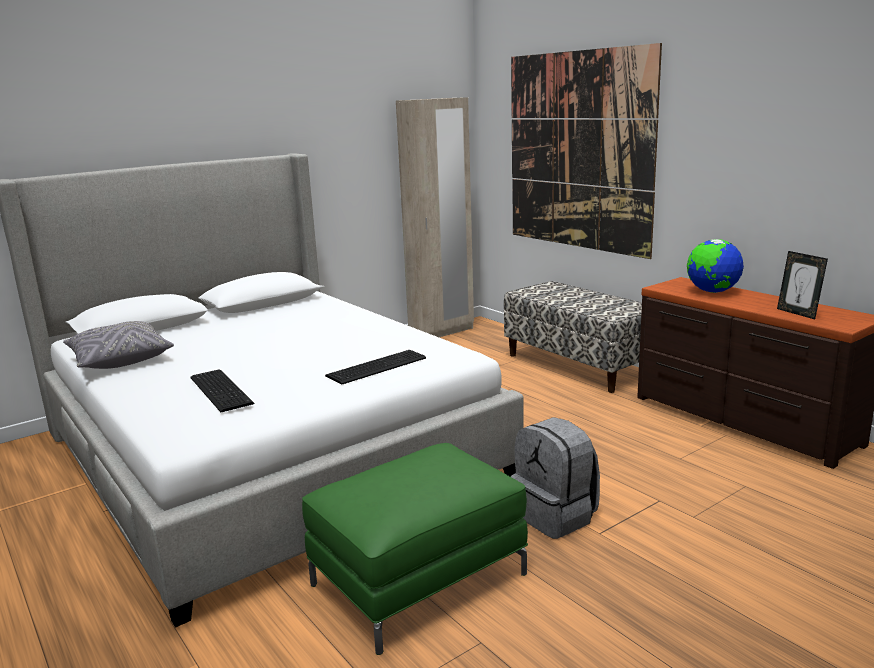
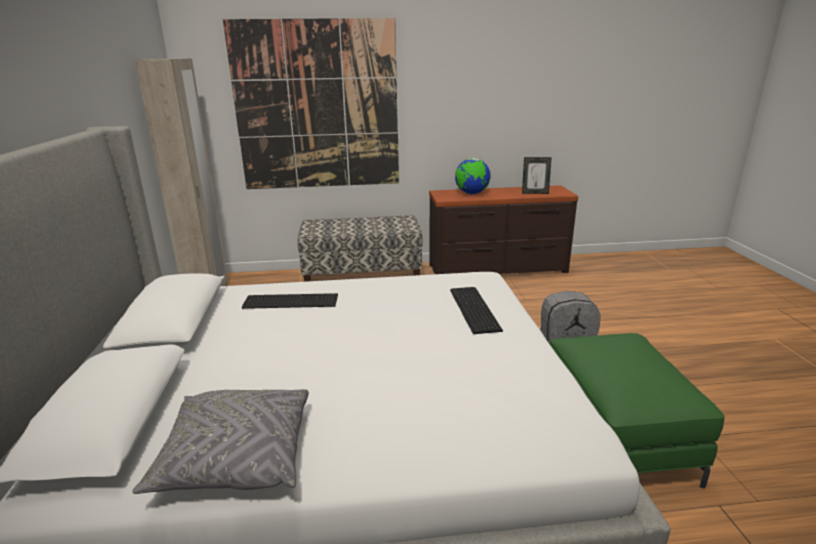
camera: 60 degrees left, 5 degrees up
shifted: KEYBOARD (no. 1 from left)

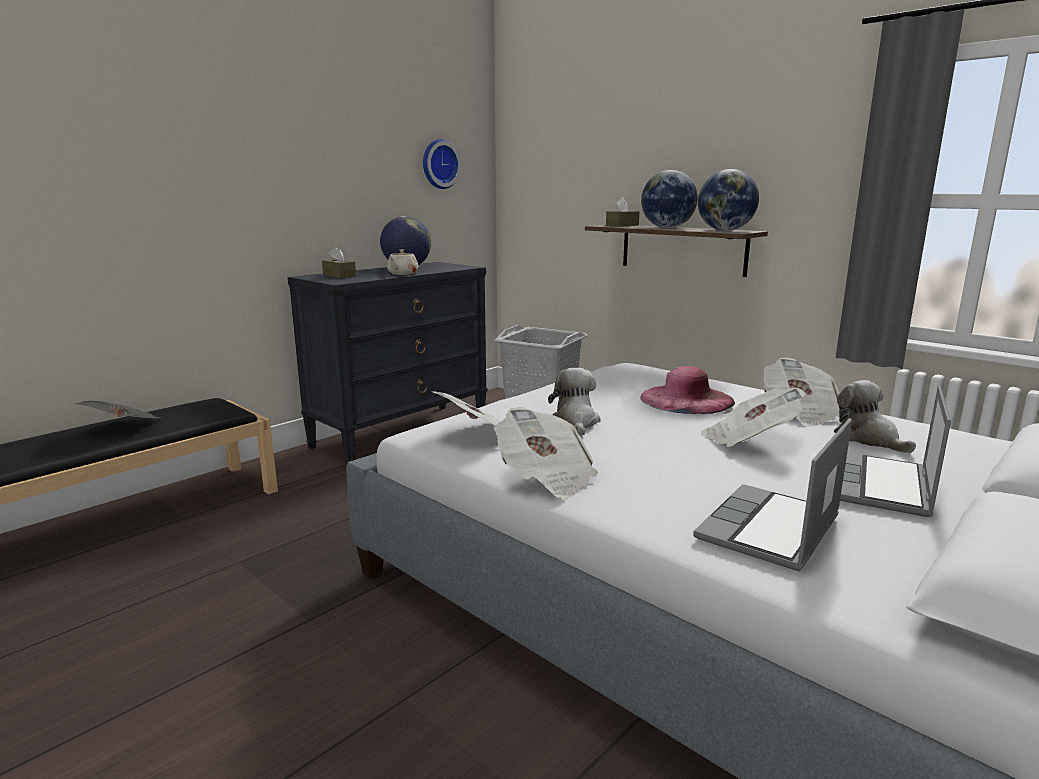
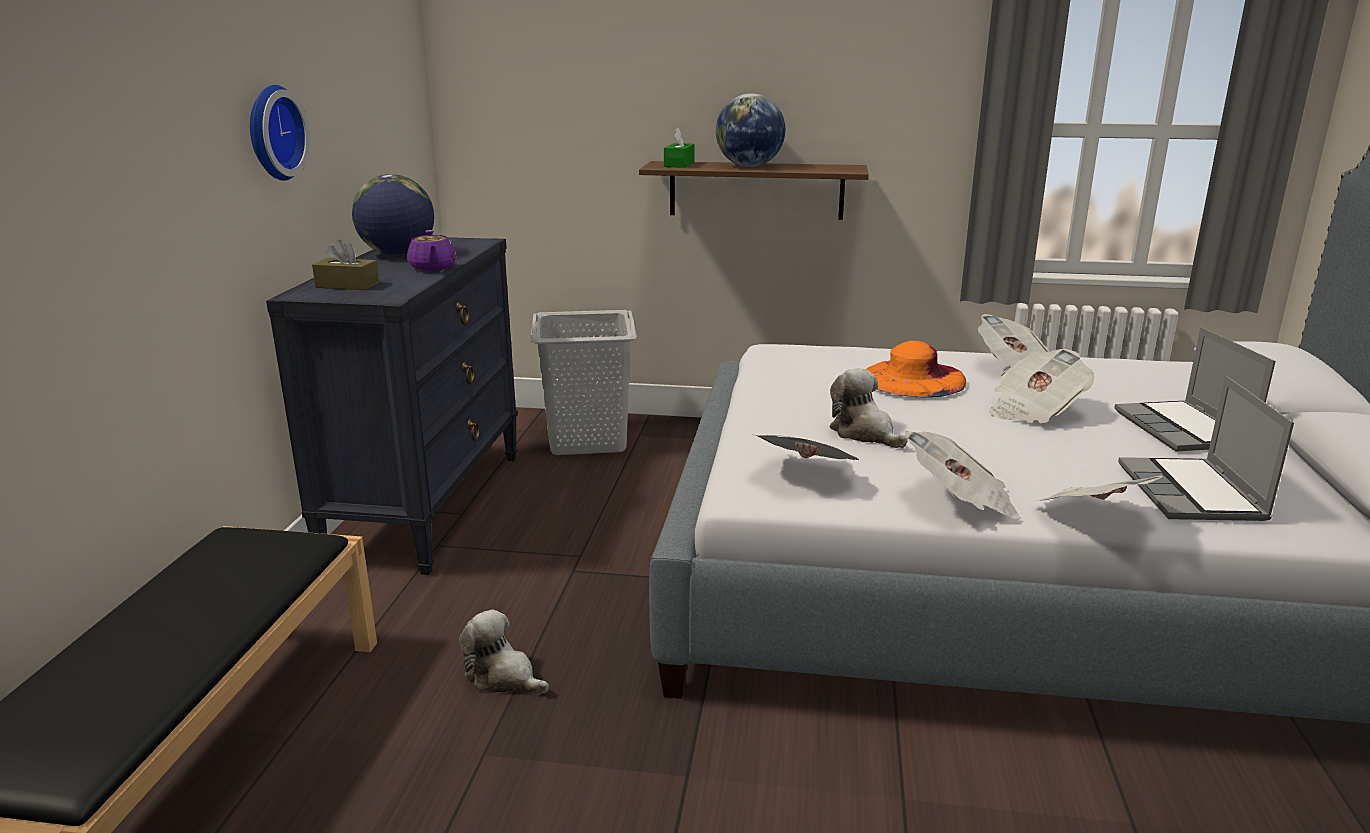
camera: 35 degrees left, 5 degrees up
gone: GLOBE (no. 3 from left)
shifted: WALL CLOCK; PLUSH TOY (no. 2 from left in the first image) to PLUSH TOY (no. 1 from left); NEWSPAPER (no. 1 from left in the first image) to NEWSPAPER (no. 5 from left)
repainted: BEIGE TEAPOT to PURPLE TEAPOT; BROWN TISSUE BOX (no. 2 from left) to GREEN TISSUE BOX; PINK HAT to ORANGE HAT

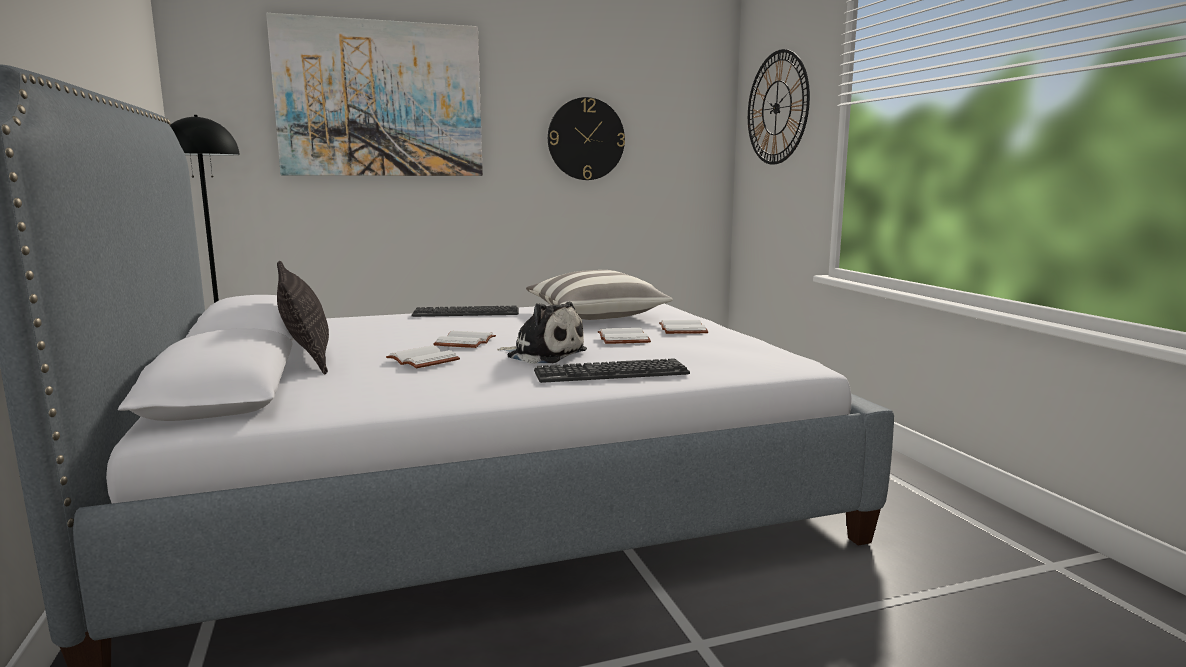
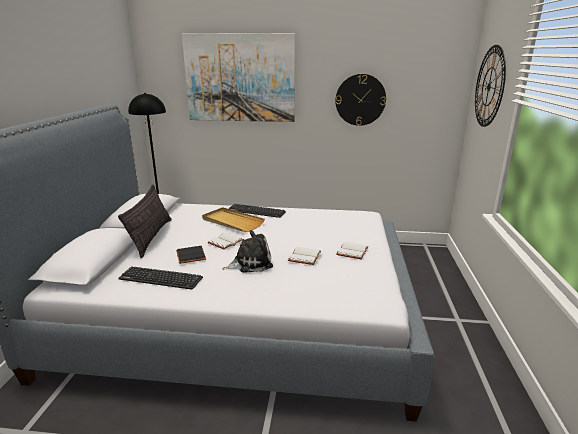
camera: 25 degrees right, 10 degrees up
gone: PILLOW (no. 2 from left)
new: BEIGE TRAY
shifted: KEYBOARD (no. 2 from left in the first image) to KEYBOARD (no. 1 from left)
repainted: WHITE BOOK (no. 1 from left) to BLACK BOOK
rotated: PLUSH TOY 75 degrees counterclockwise

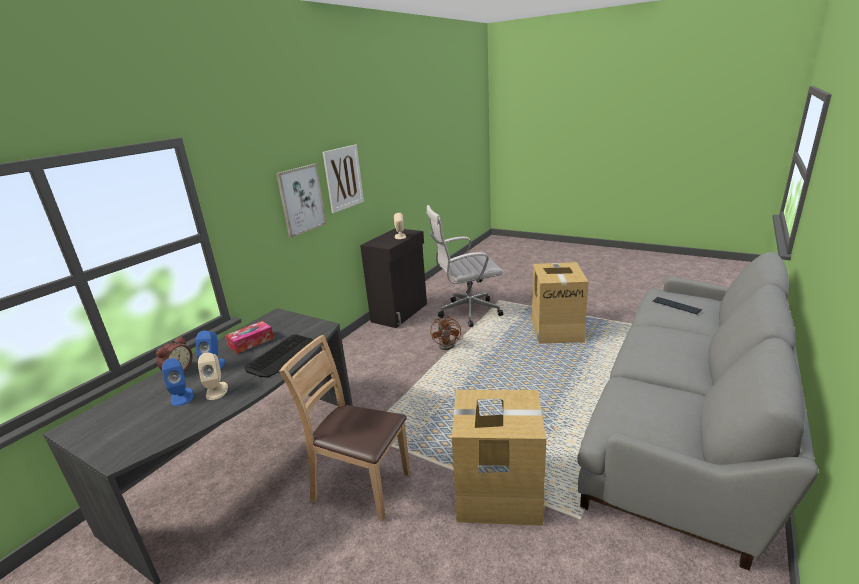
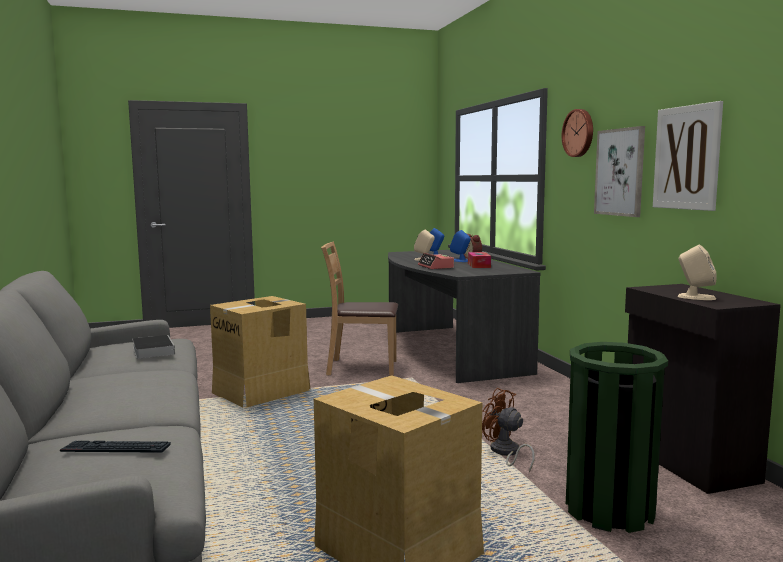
camera: 130 degrees right, 15 degrees down
new: BOOK; WALL CLOCK
swapped: KEYBOARD (no. 1 from left) to ALARM CLOCK (no. 1 from left); WHITE OFFICE CHAIR to GREEN TRASH CAN
rotated: BROWN CHAIR 150 degrees counterclockwise

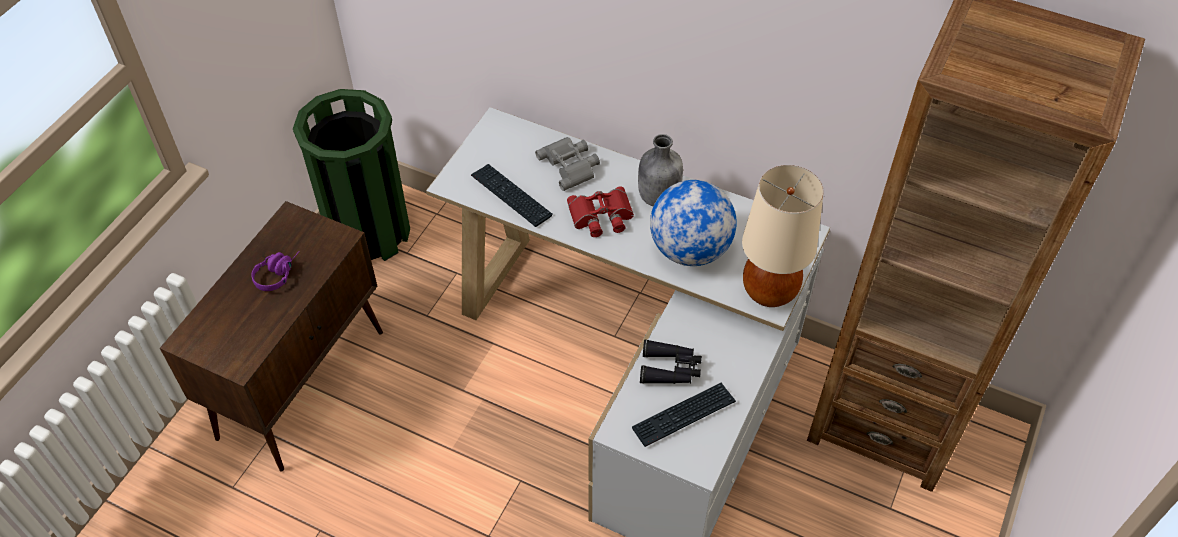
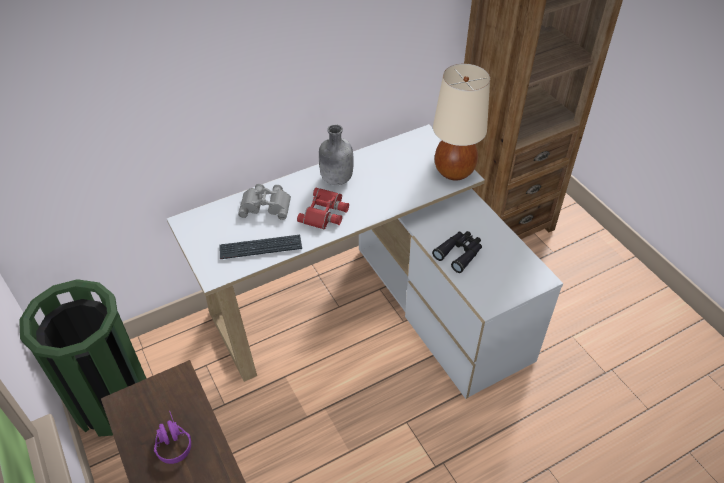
camera: 55 degrees left, 5 degrees down
gone: KEYBOARD (no. 2 from left); GLOBE

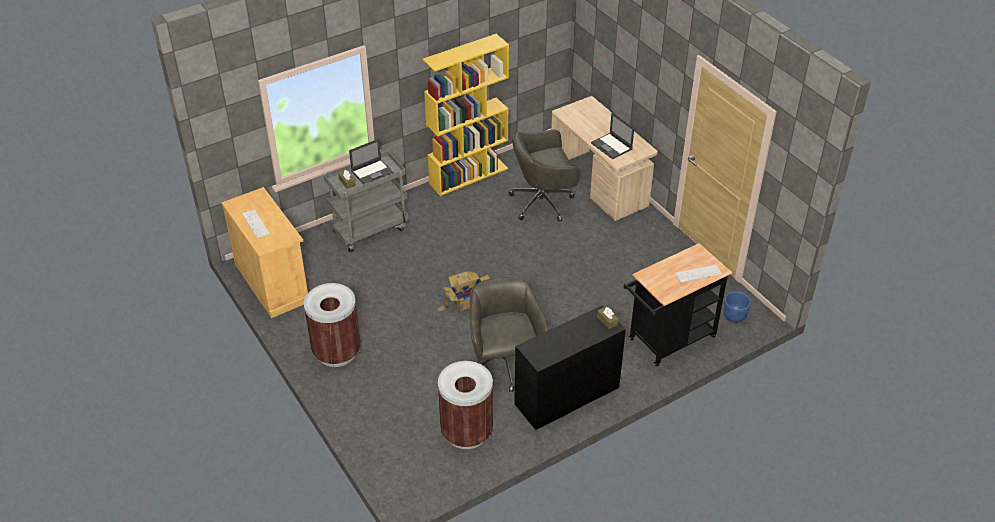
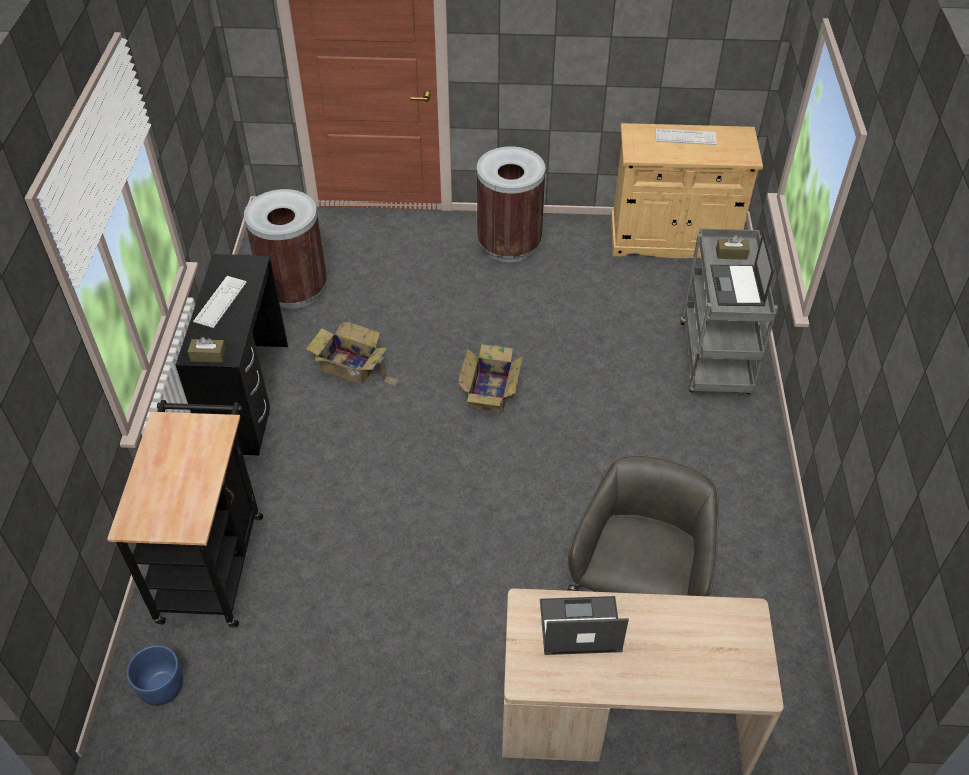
camera: 125 degrees right, 5 degrees up
gone: YELLOW BOOKCASE
shifted: KEYBOARD (no. 2 from left in the first image) to KEYBOARD (no. 1 from left)
swapped: GREY OFFICE CHAIR (no. 1 from left) to CARDBOARD BOX (no. 1 from left)

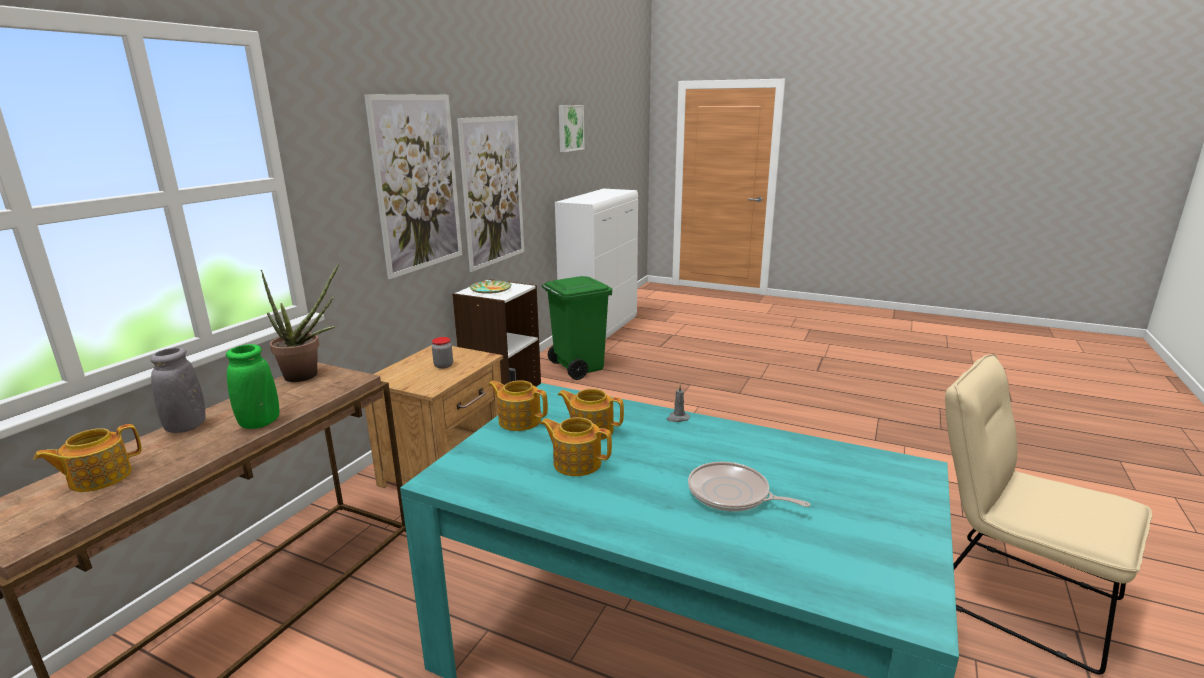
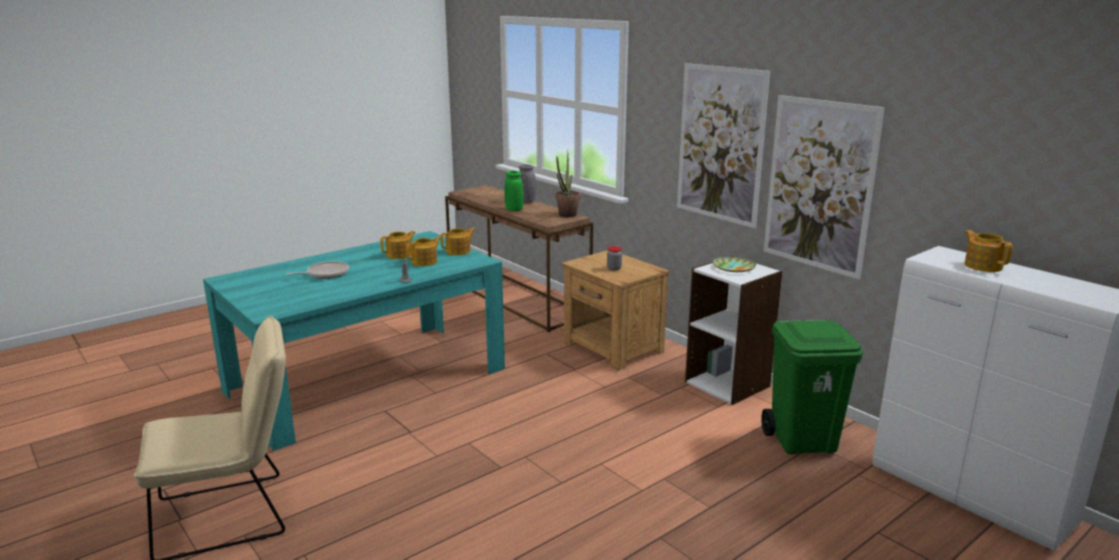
camera: 115 degrees right, 0 degrees up
gone: PICTURE (no. 3 from left)
shifted: TEAPOT (no. 1 from left in the first image) to TEAPOT (no. 4 from left)

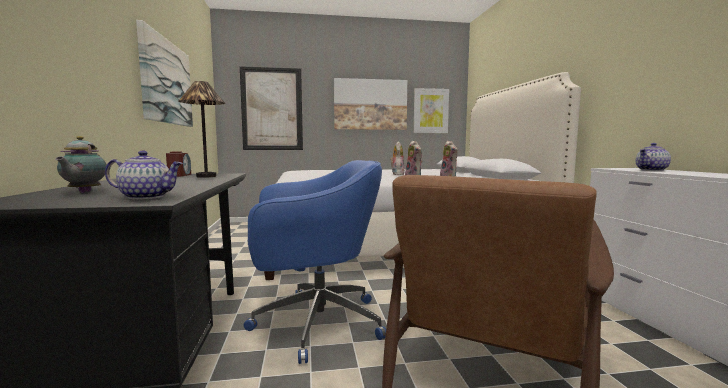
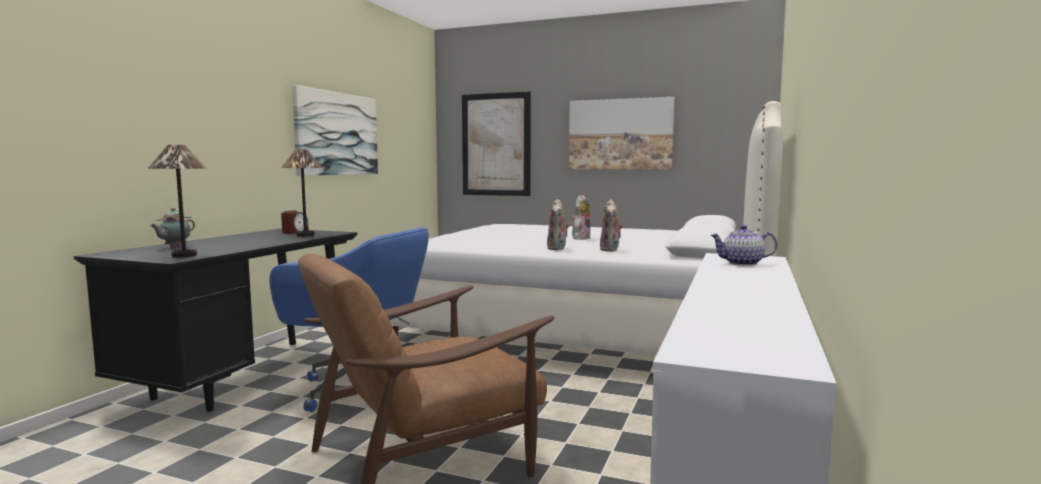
camera: 30 degrees right, 0 degrees up
gone: PICTURE (no. 4 from left)
swapped: TEAPOT (no. 2 from left) to TABLE LAMP (no. 1 from left)

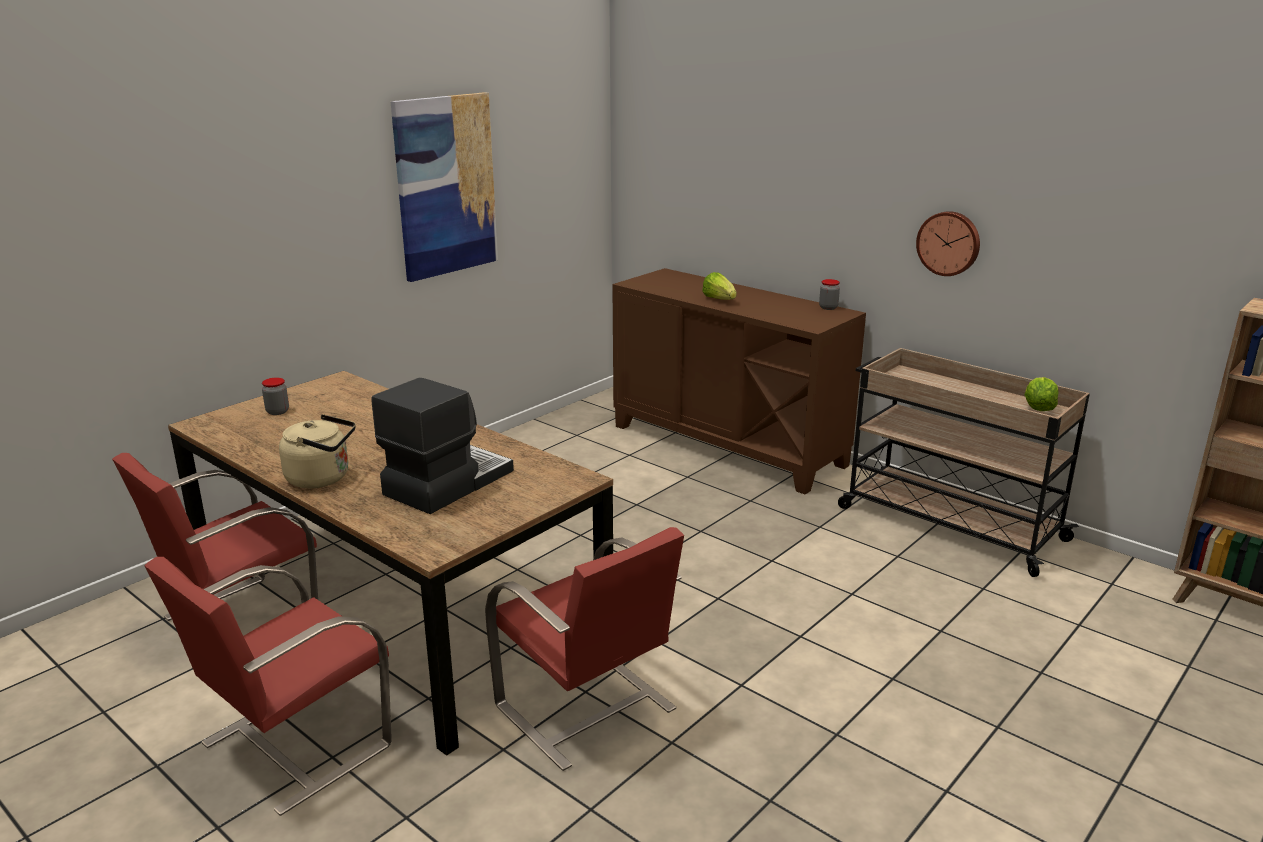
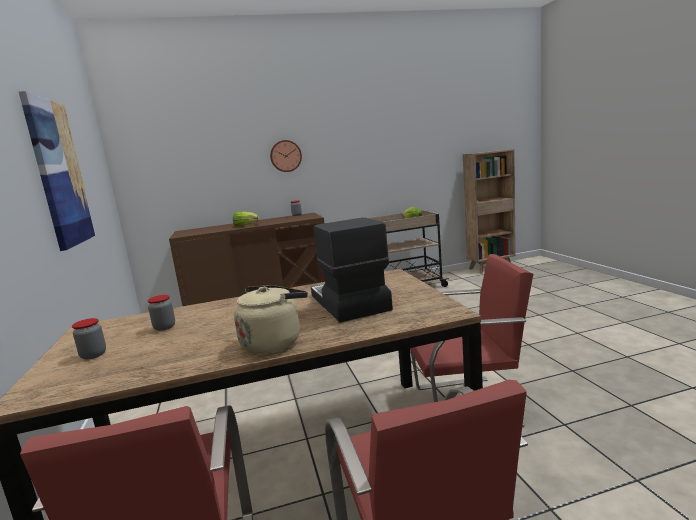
camera: 55 degrees left, 10 degrees down
new: JAR (no. 2 from left)
shifted: WALL CLOCK

